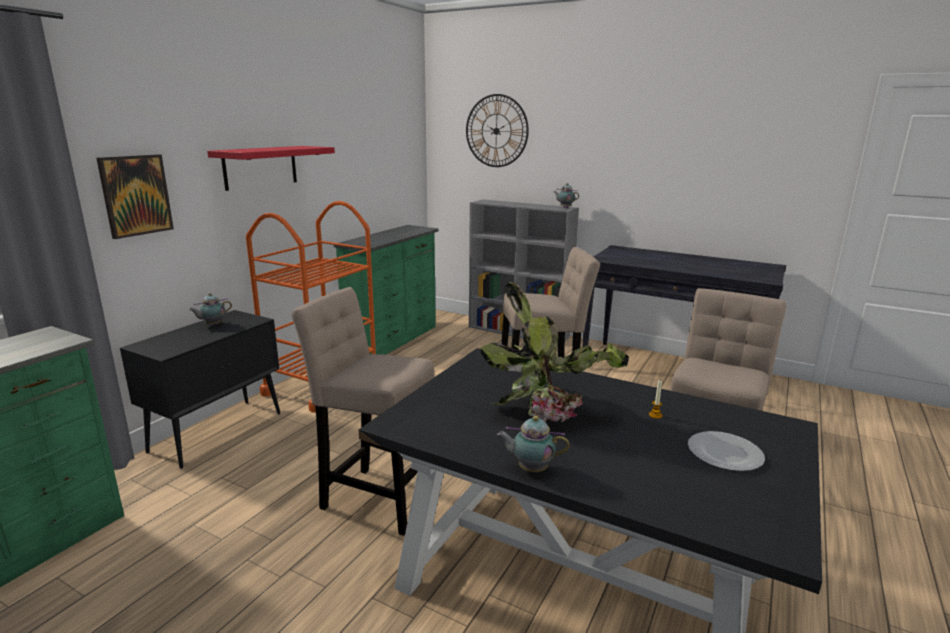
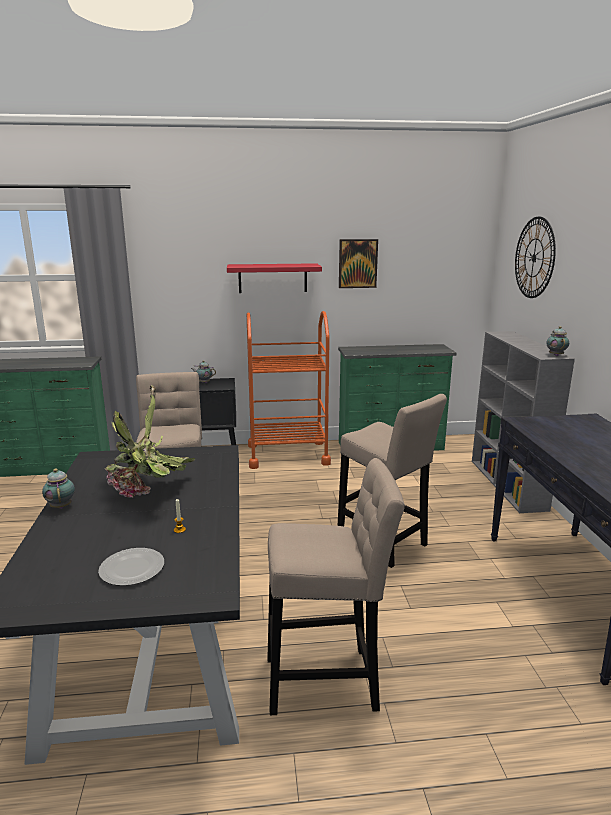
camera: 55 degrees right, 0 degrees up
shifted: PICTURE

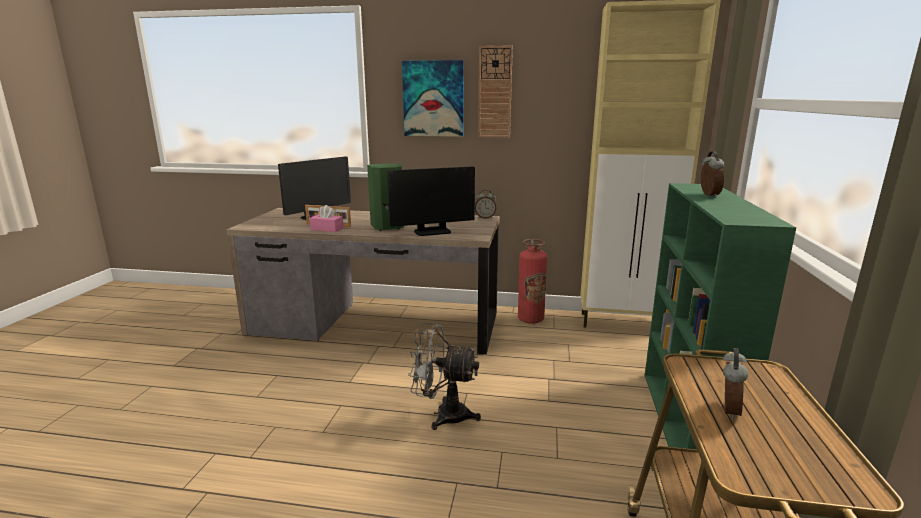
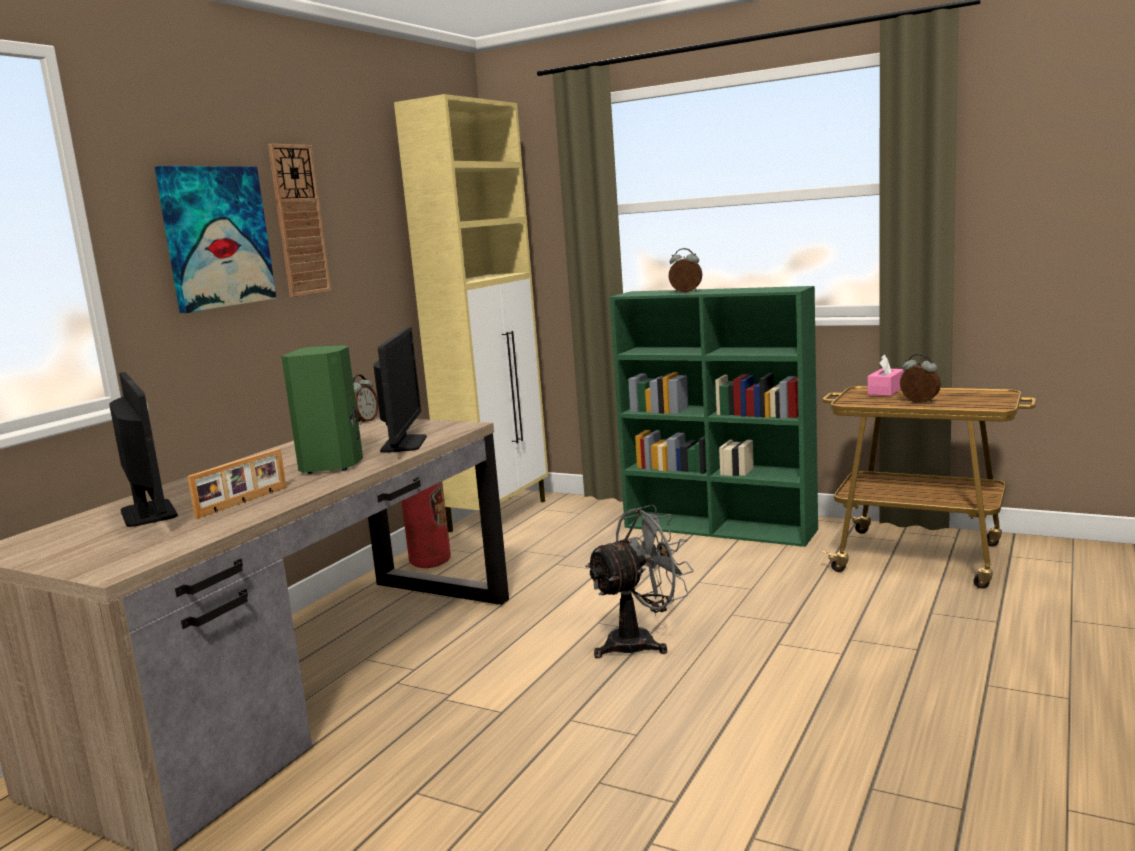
camera: 70 degrees left, 5 degrees down
shifted: PINK TISSUE BOX
rotated: GREY FAN 150 degrees counterclockwise

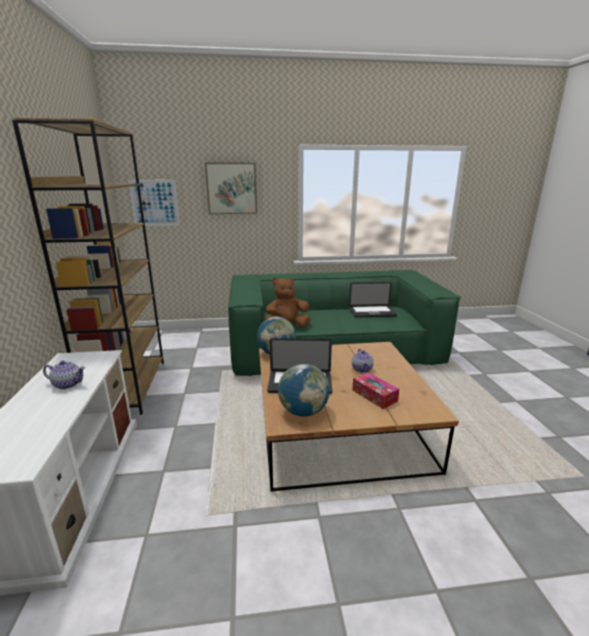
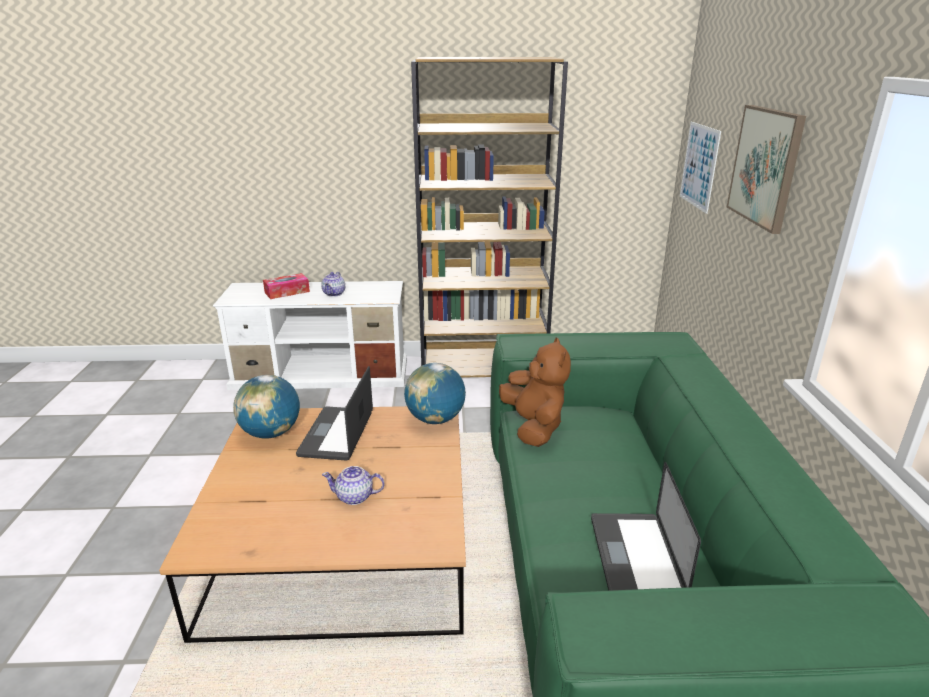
camera: 95 degrees right, 5 degrees up
shifted: TISSUE BOX

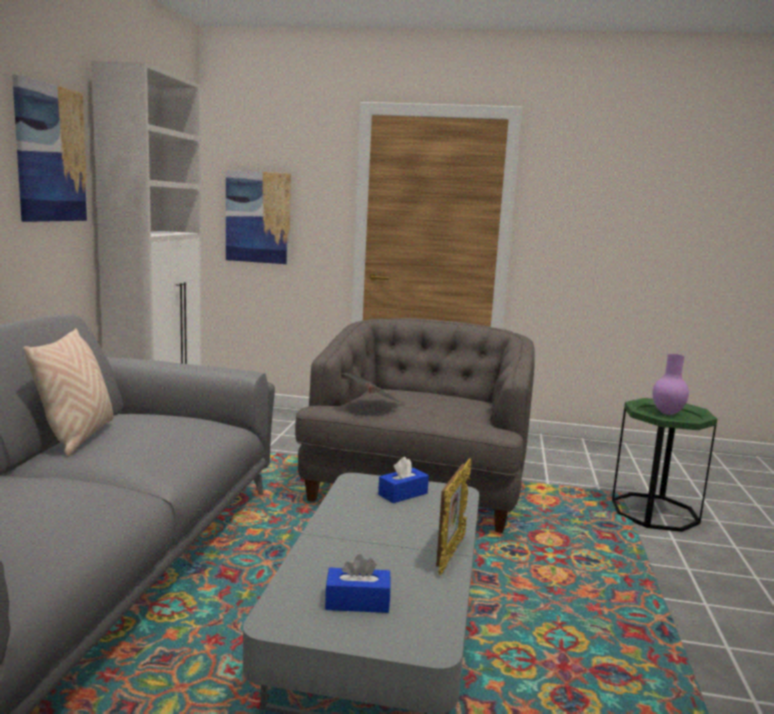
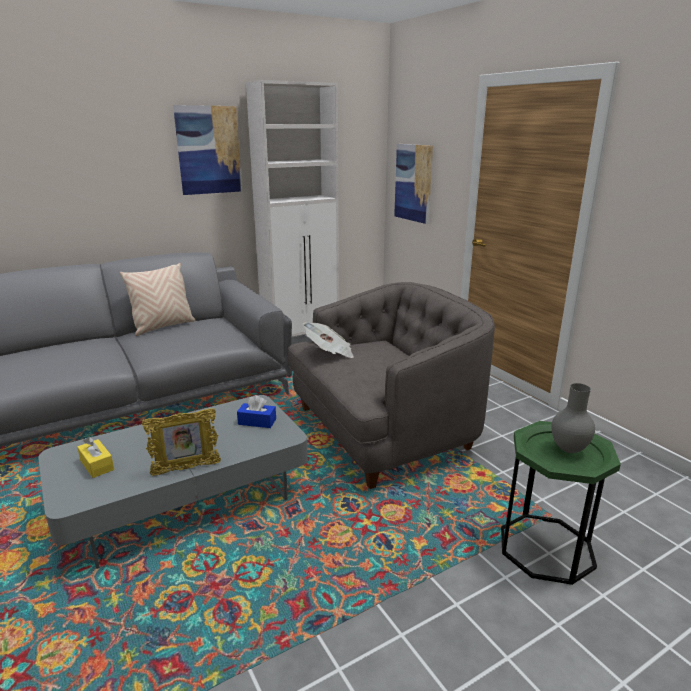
camera: 50 degrees right, 10 degrees up
repainted: BLUE TISSUE BOX (no. 1 from left) to YELLOW TISSUE BOX; PURPLE VASE to GREY VASE

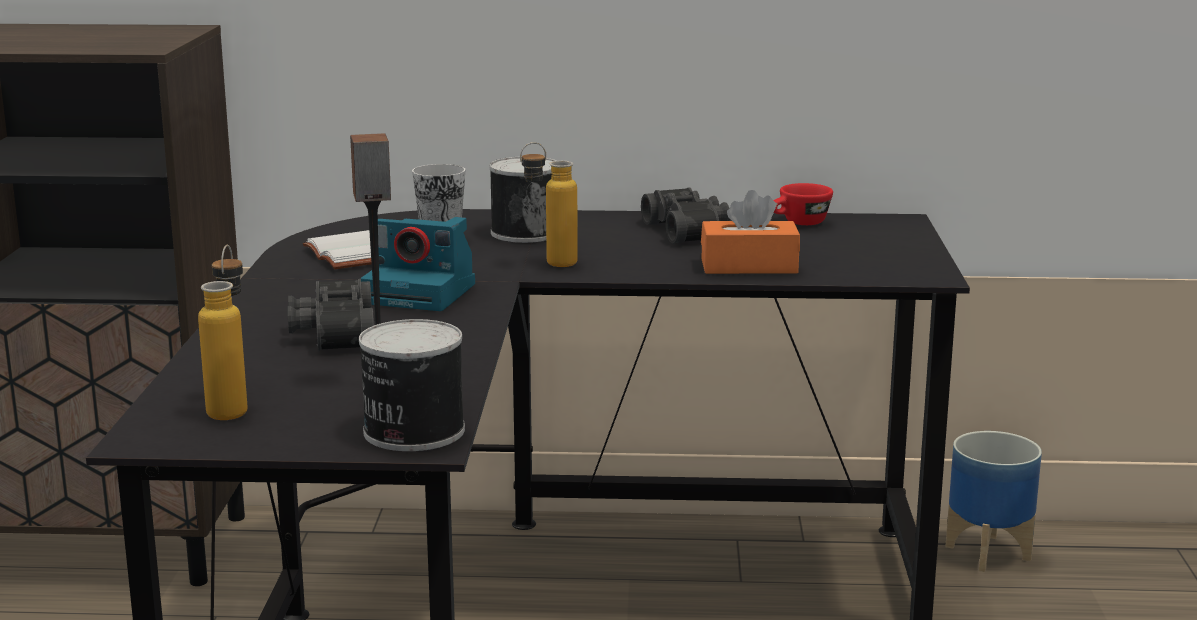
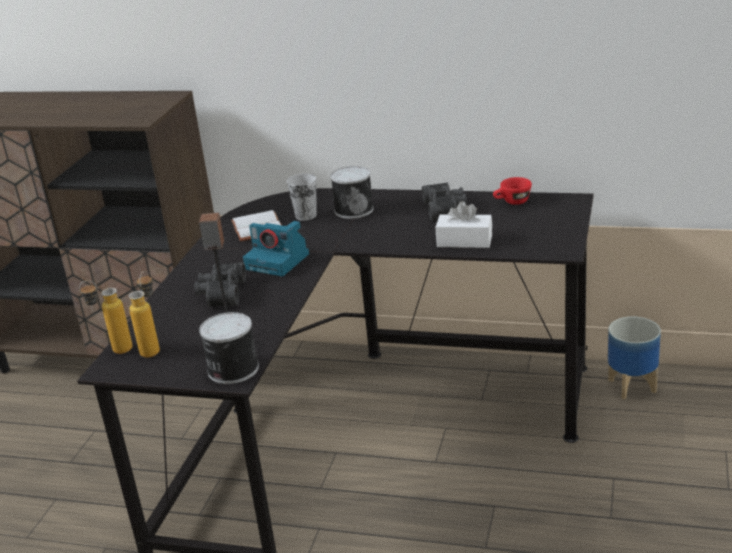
camera: 15 degrees right, 10 degrees up
shifted: BOTTLE (no. 2 from left in the first image) to BOTTLE (no. 1 from left)
repainted: ORANGE TISSUE BOX to WHITE TISSUE BOX

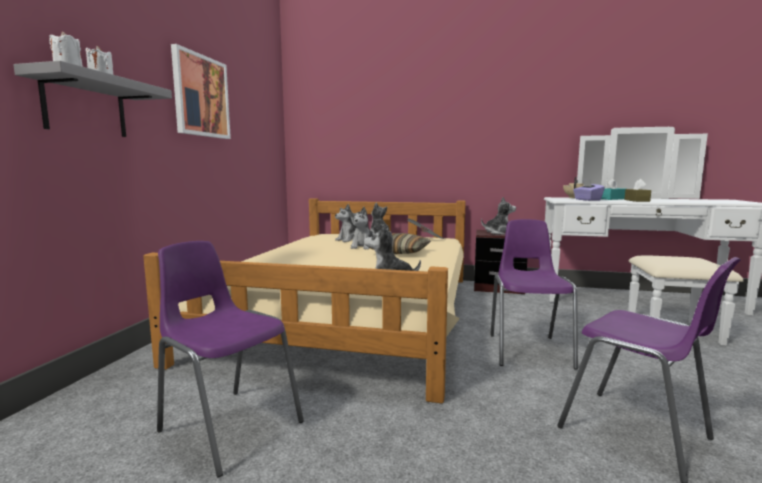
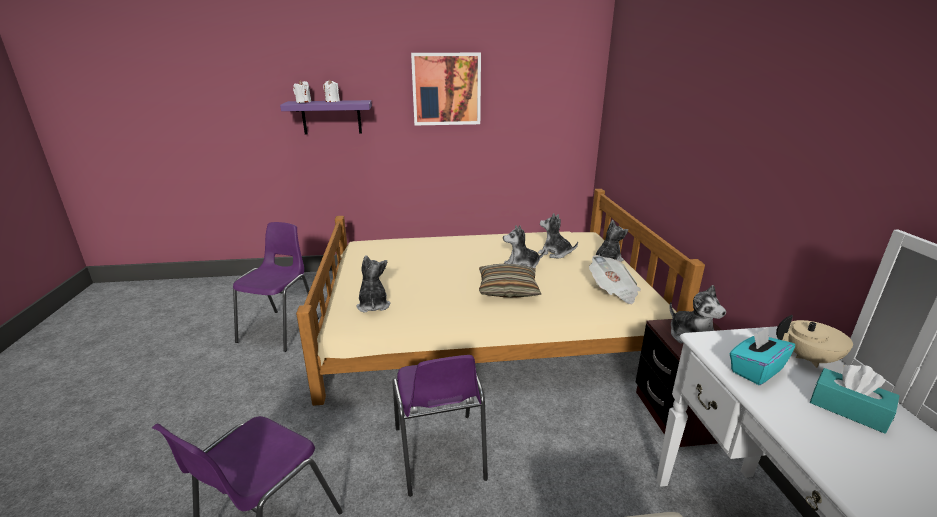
camera: 70 degrees right, 15 degrees up
gone: BROWN TISSUE BOX
repainted: GREY SHELF to PURPLE SHELF; PURPLE TISSUE BOX to TURQUOISE TISSUE BOX (no. 1 from left)
rotated: PURPLE CHAIR (no. 2 from left in the first image) 90 degrees clockwise

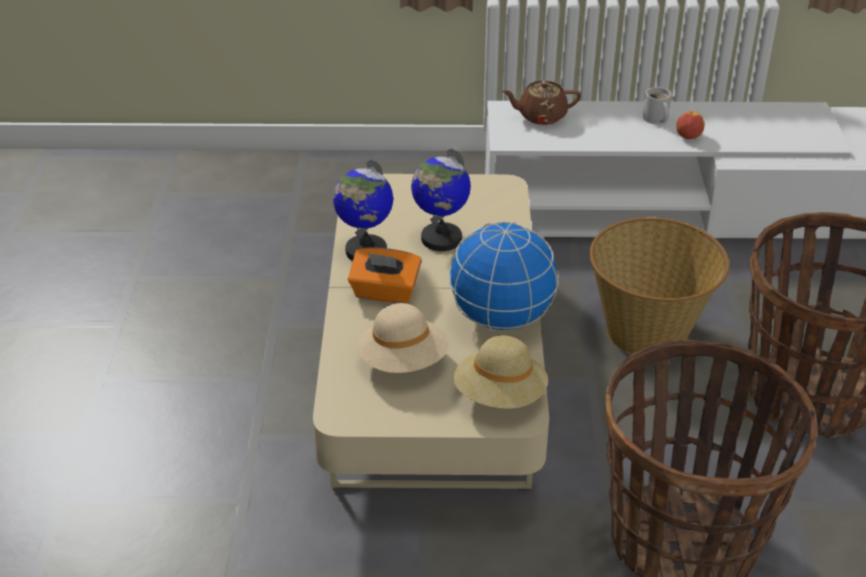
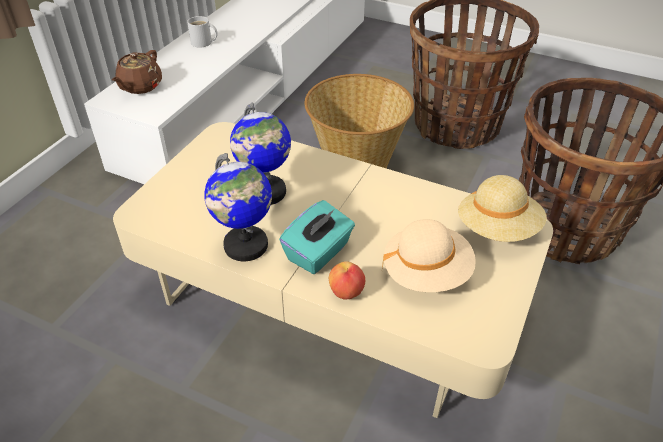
camera: 65 degrees left, 5 degrees up
gone: GLOBE (no. 3 from left)
shifted: APPLE
repainted: ORANGE TISSUE BOX to TURQUOISE TISSUE BOX

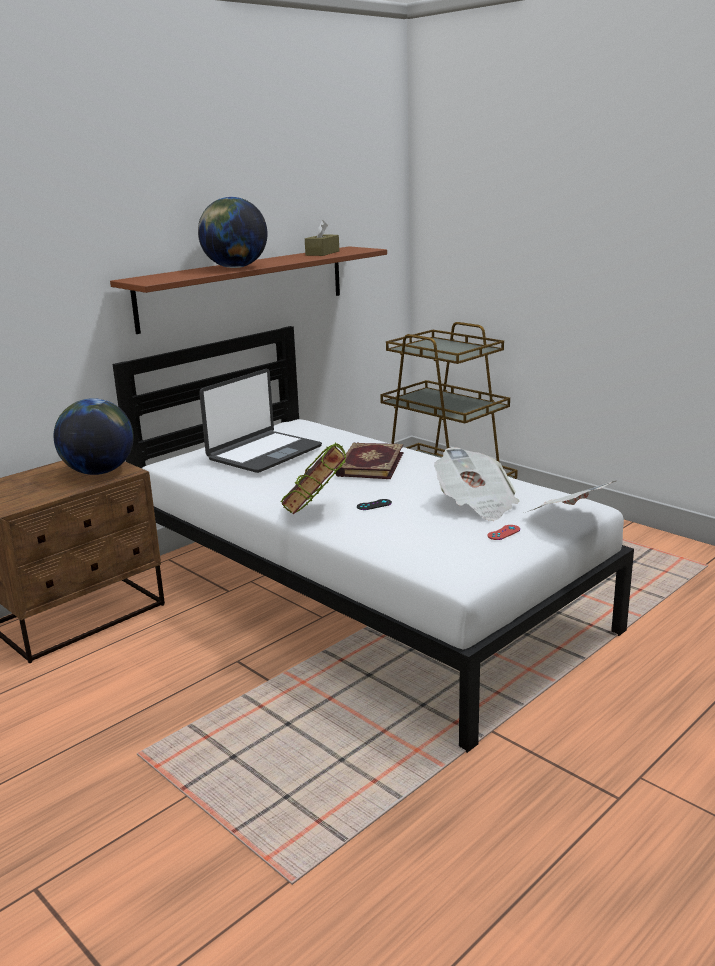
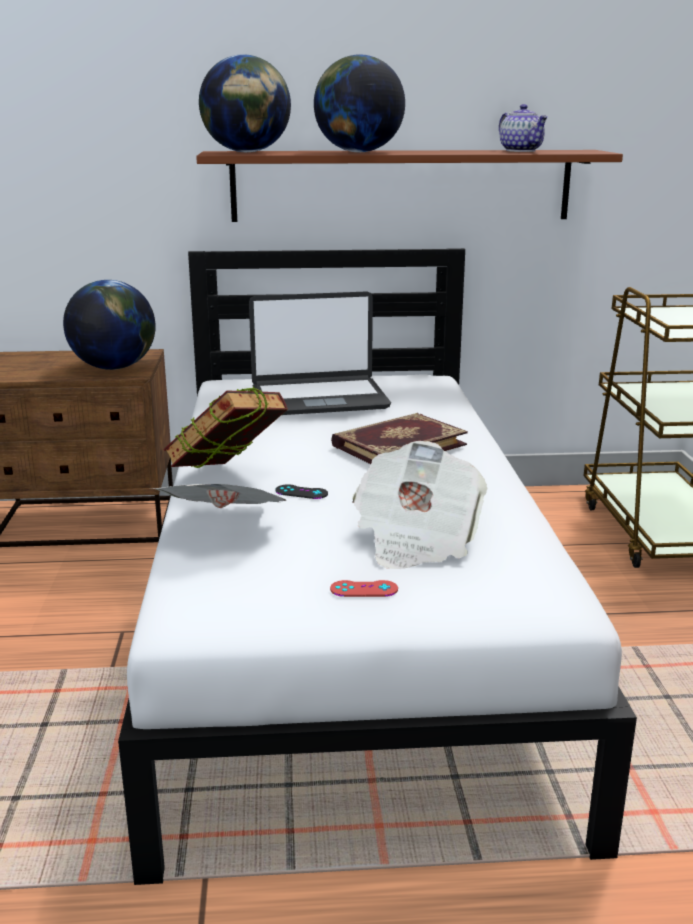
camera: 40 degrees right, 0 degrees up
new: GLOBE (no. 2 from left)
shifted: NEWSPAPER (no. 2 from left in the first image) to NEWSPAPER (no. 1 from left)
swapped: BROWN TISSUE BOX to TEAPOT

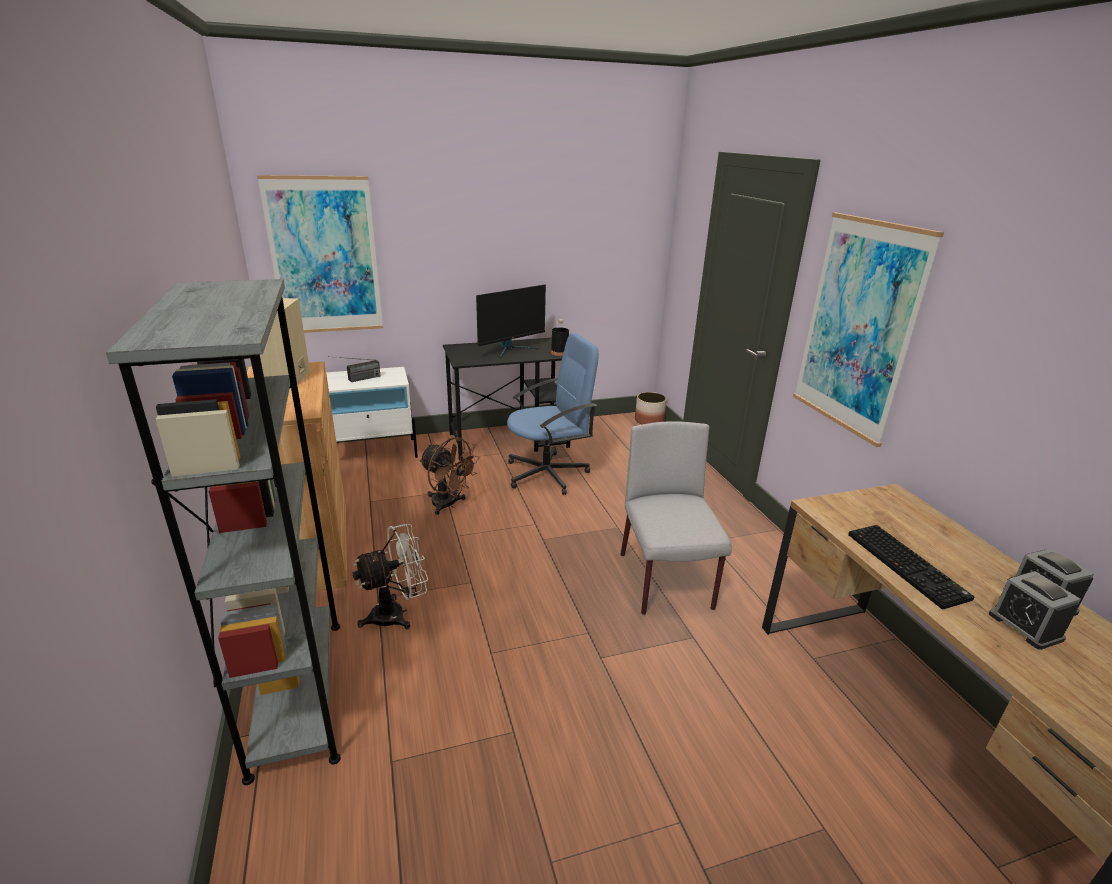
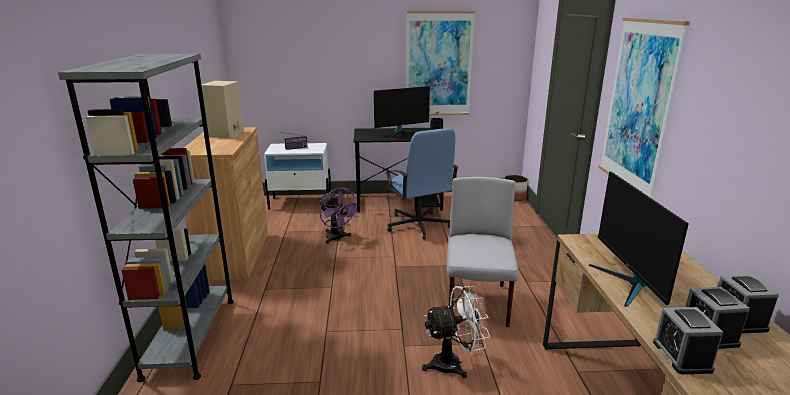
camera: 15 degrees right, 5 degrees down
new: ALARM CLOCK (no. 1 from left)
shifted: PICTURE (no. 1 from left); WHITE FAN
swapped: KEYBOARD to MONITOR (no. 2 from left)
repainted: BROWN FAN to PURPLE FAN
rotated: BLUE OFFICE CHAIR 75 degrees clockwise

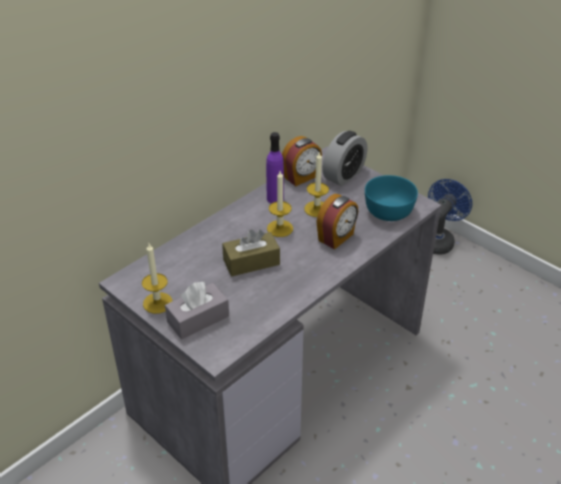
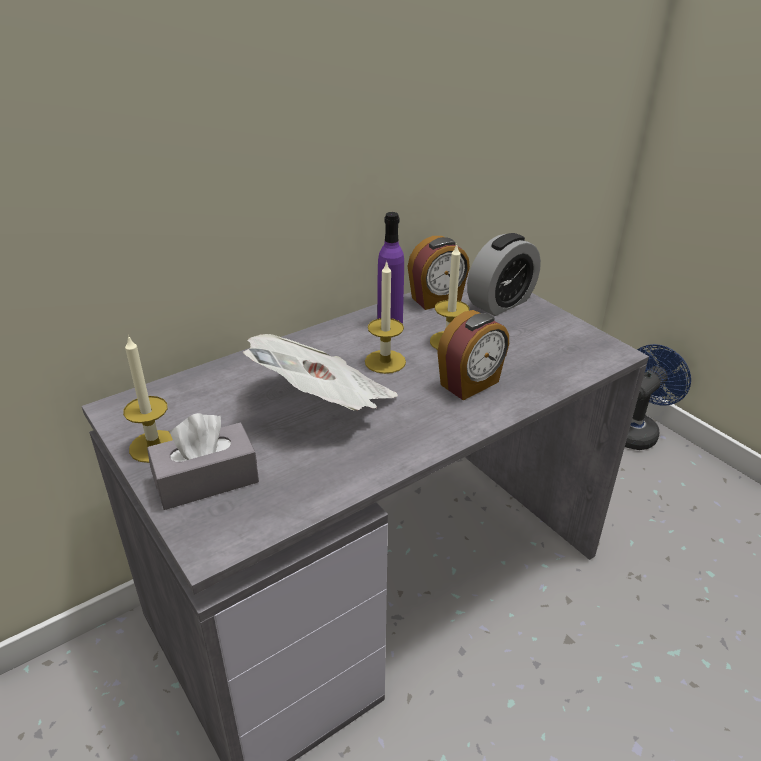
camera: 10 degrees right, 5 degrees down
gone: TURQUOISE BOWL
swapped: BROWN TISSUE BOX to NEWSPAPER

